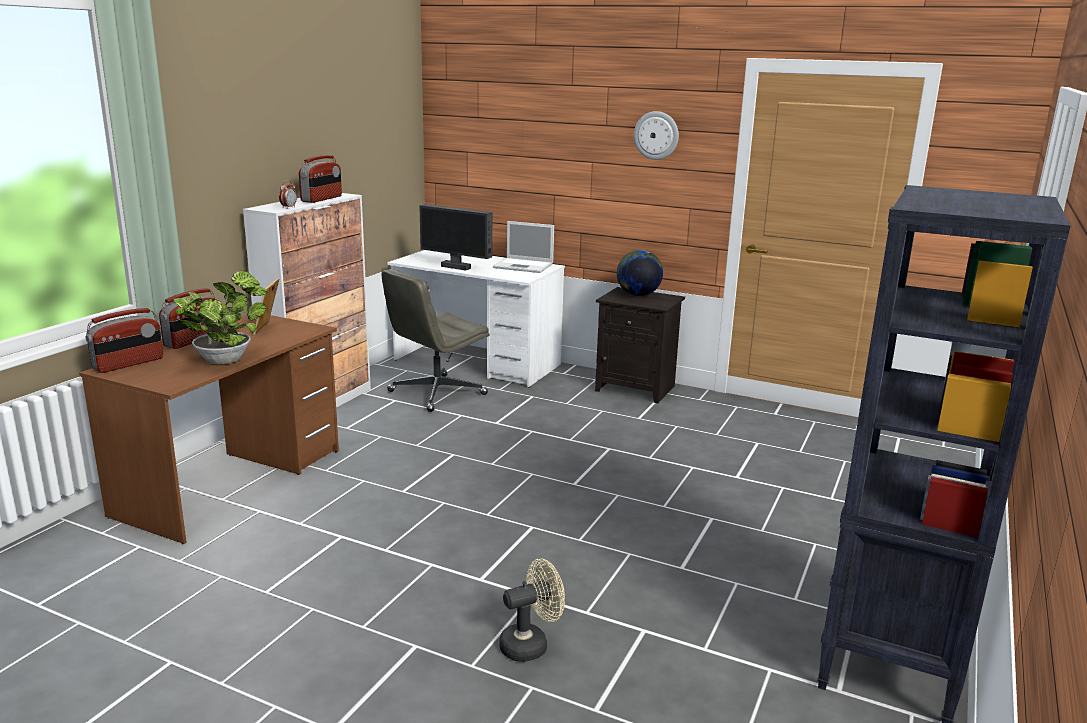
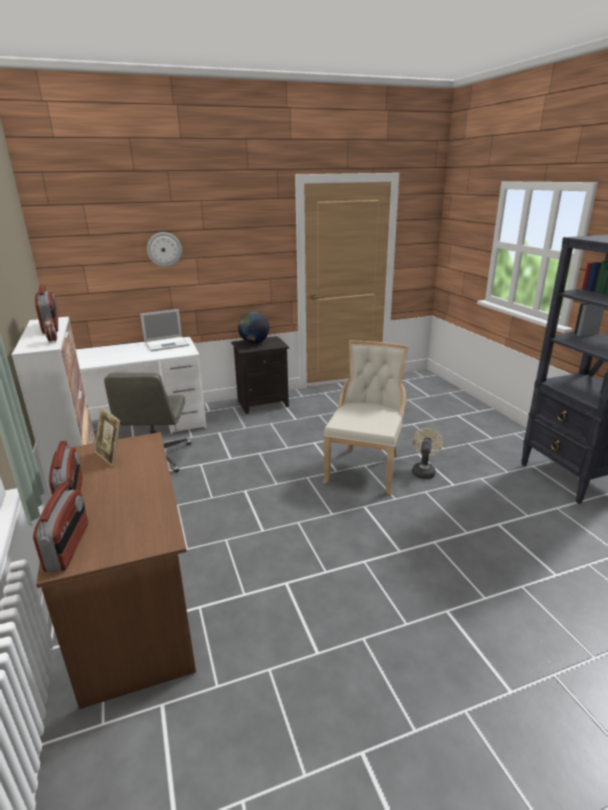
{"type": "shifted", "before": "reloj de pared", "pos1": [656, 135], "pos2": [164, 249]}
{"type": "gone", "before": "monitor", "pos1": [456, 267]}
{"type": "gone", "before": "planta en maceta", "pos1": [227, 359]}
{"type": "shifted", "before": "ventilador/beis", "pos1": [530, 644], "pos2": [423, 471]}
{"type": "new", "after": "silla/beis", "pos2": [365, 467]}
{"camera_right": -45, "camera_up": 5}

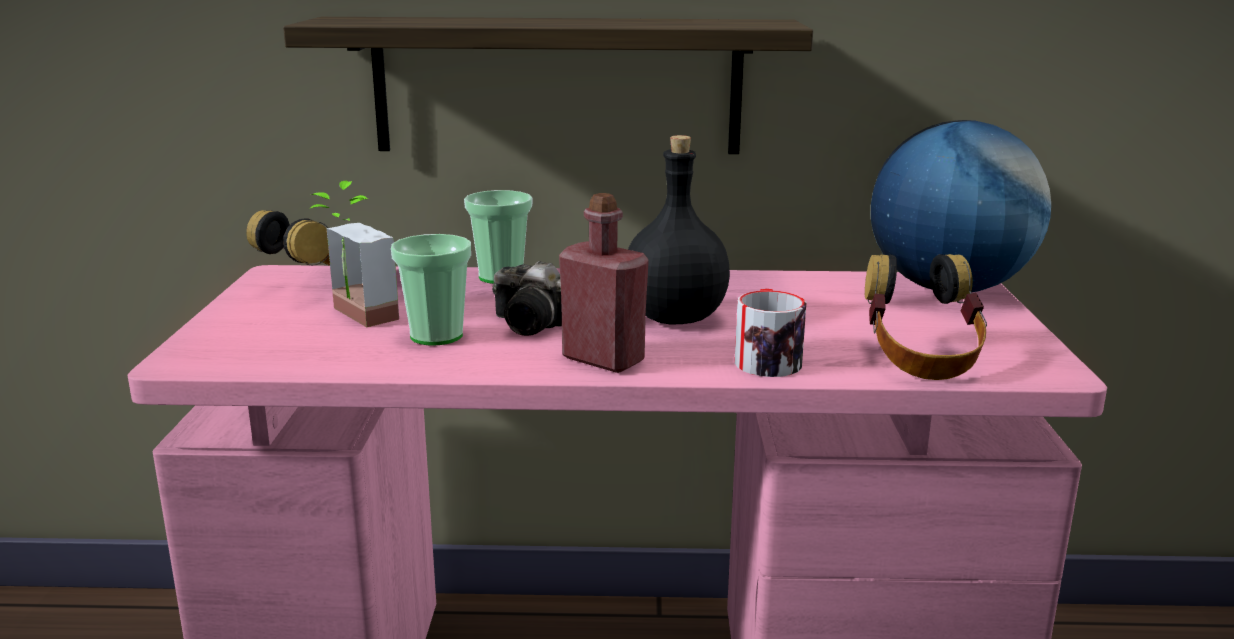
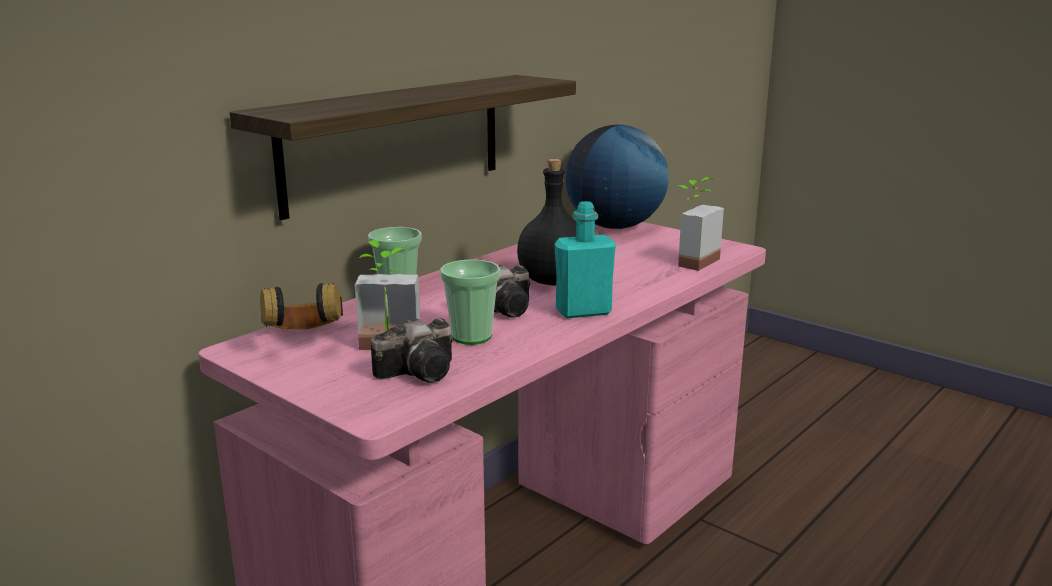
{"type": "repainted", "before": "botella/rojo", "after": "botella/turquesa", "pos1": [603, 359], "pos2": [583, 311]}
{"type": "swapped", "before": "auriculares", "after": "planta en maceta", "pos1": [920, 360], "pos2": [690, 261]}
{"type": "gone", "before": "taza grande", "pos1": [767, 358]}
{"type": "new", "after": "cámara", "pos2": [422, 372]}
{"camera_right": -50, "camera_up": 0}

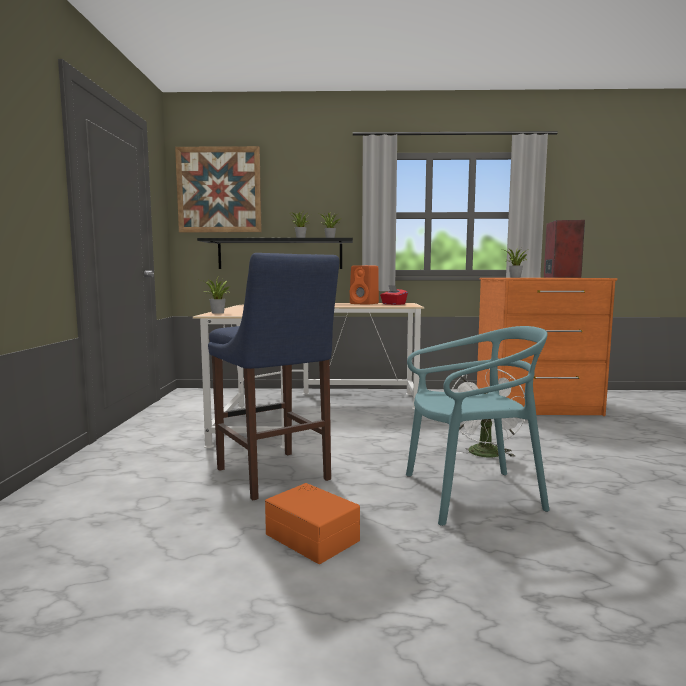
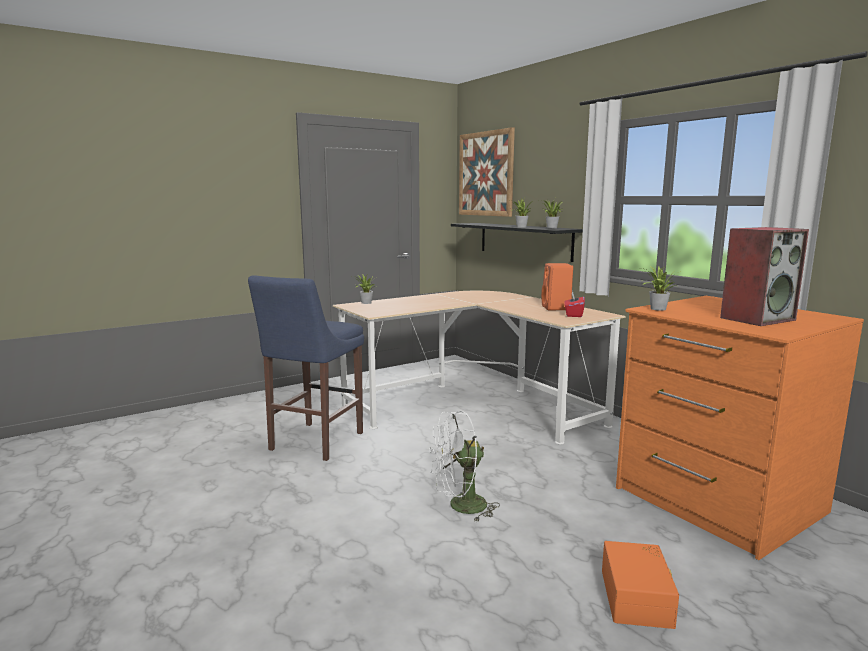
{"type": "gone", "before": "silla/turquesa", "pos1": [471, 494]}
{"type": "shifted", "before": "caja de almacenaje/naranja", "pos1": [313, 536], "pos2": [638, 597]}
{"camera_right": 55, "camera_up": 5}

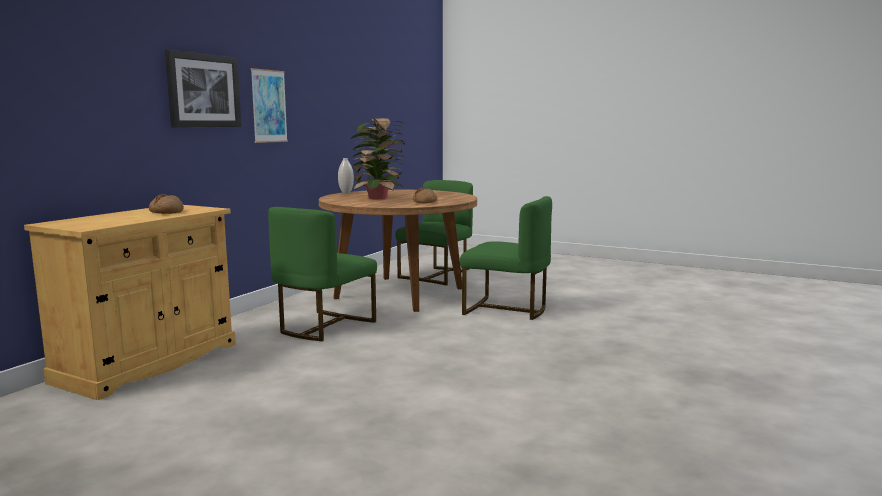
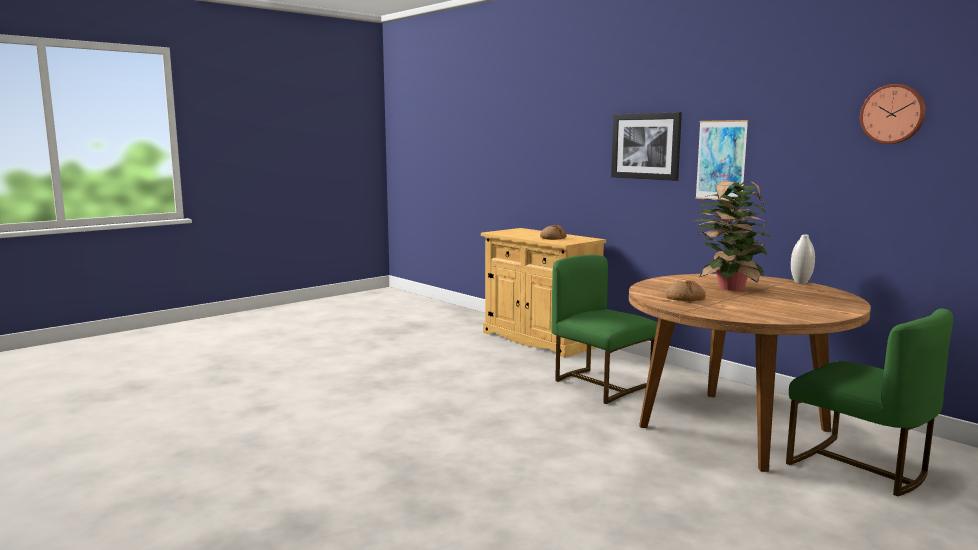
{"type": "gone", "before": "silla/verde", "pos1": [506, 309]}
{"type": "new", "after": "reloj de pared", "pos2": [893, 114]}
{"camera_right": 110, "camera_up": 0}

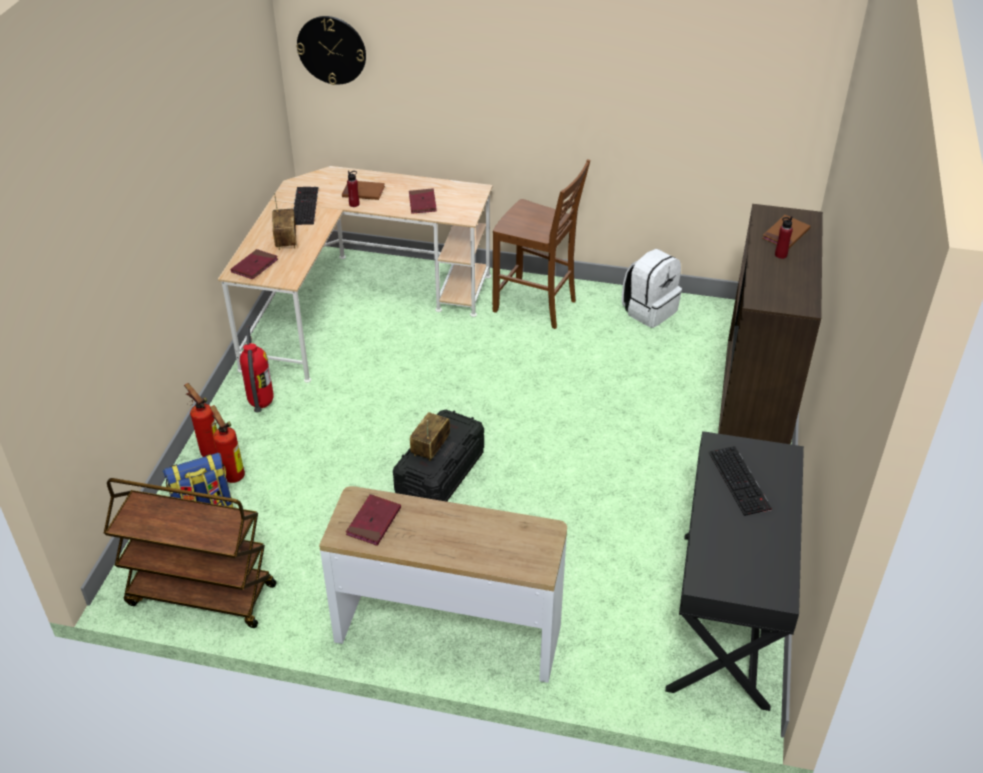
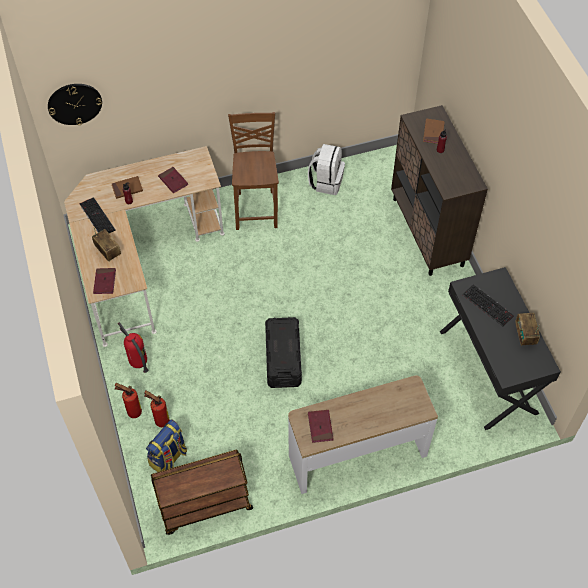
{"type": "rotated", "before": "silla/marrón", "pos1": [536, 306], "pos2": [256, 209], "turn": -90}
{"type": "shifted", "before": "radio", "pos1": [430, 447], "pos2": [525, 335]}
{"camera_right": -30, "camera_up": 15}

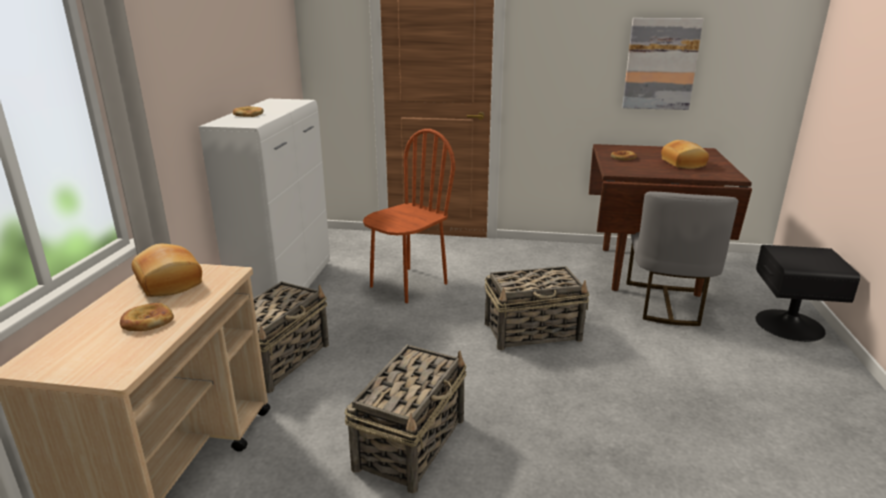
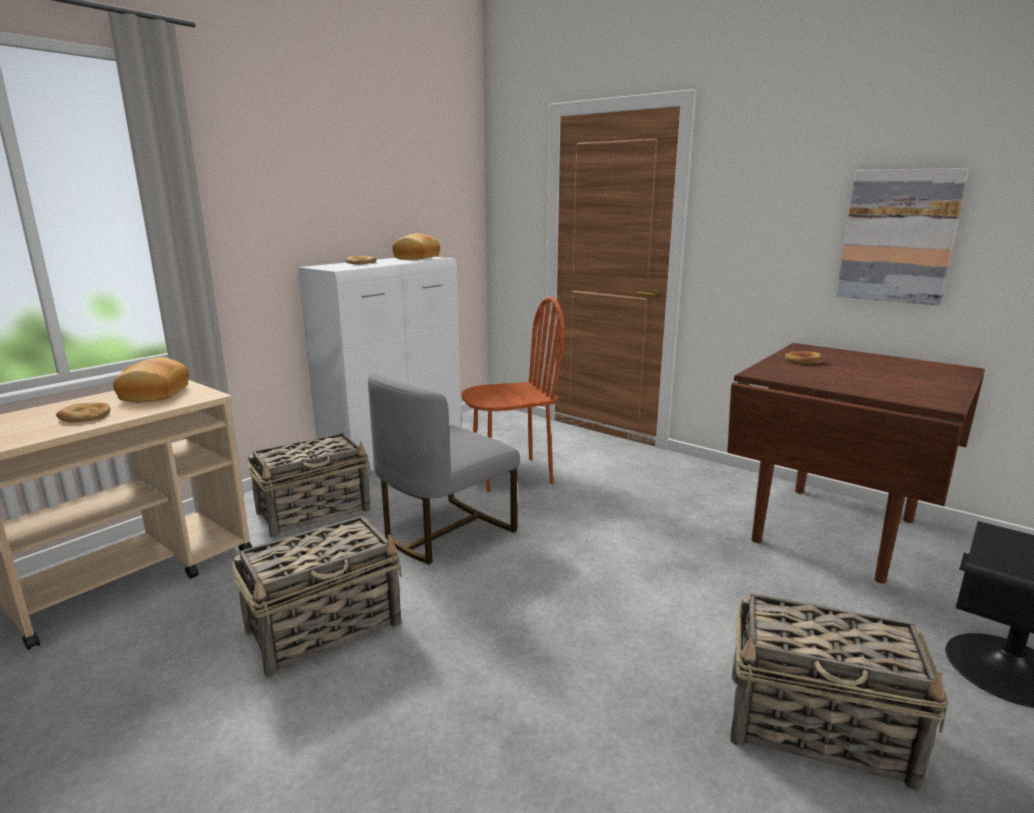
{"type": "shifted", "before": "pan", "pos1": [684, 163], "pos2": [418, 258]}
{"type": "shifted", "before": "silla/gris", "pos1": [666, 304], "pos2": [445, 532]}
{"type": "shifted", "before": "cesta", "pos1": [533, 332], "pos2": [819, 728]}
{"camera_right": 30, "camera_up": -5}

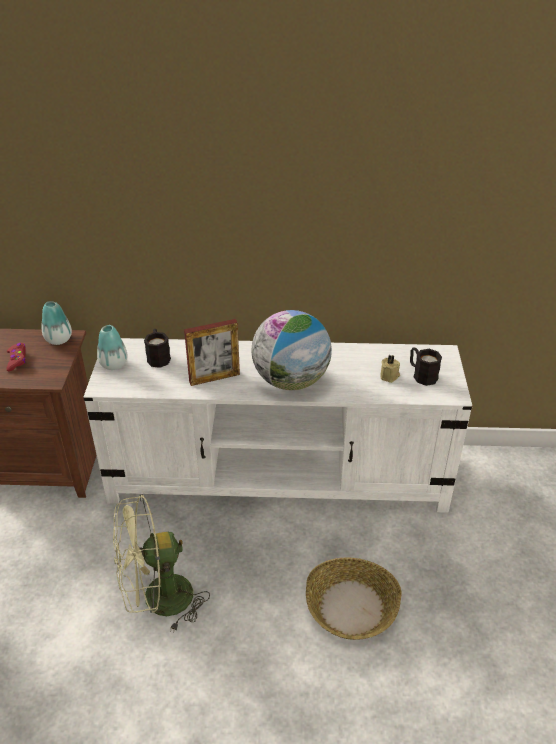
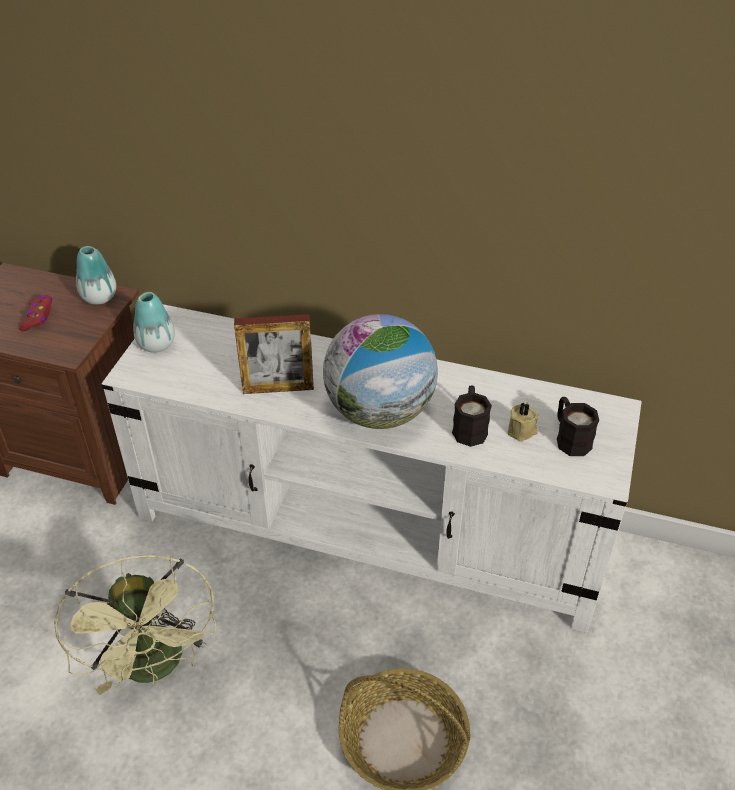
{"type": "shifted", "before": "taza grande/negro", "pos1": [158, 357], "pos2": [469, 427]}
{"type": "rotated", "before": "ventilador/verde", "pos1": [158, 601], "pos2": [156, 667], "turn": -105}
{"camera_right": 15, "camera_up": 5}

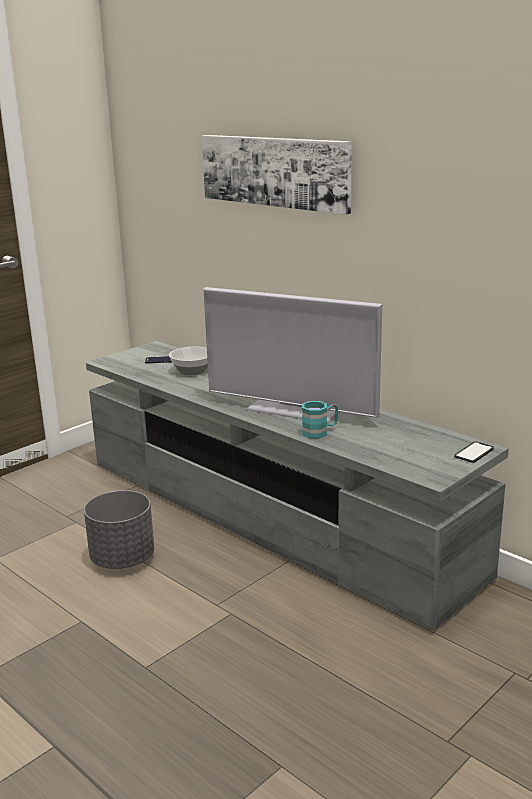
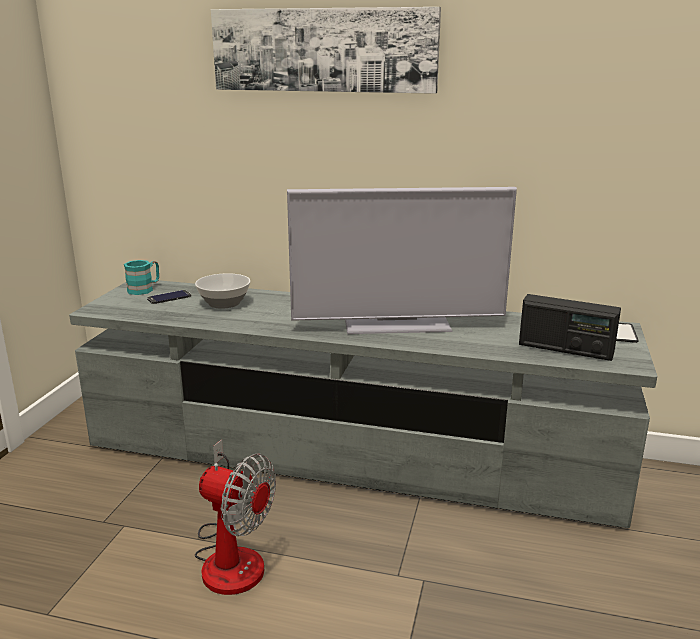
{"type": "shifted", "before": "taza grande/turquesa", "pos1": [320, 432], "pos2": [145, 289]}
{"type": "swapped", "before": "maceta/gris", "after": "ventilador", "pos1": [123, 559], "pos2": [232, 555]}
{"type": "new", "after": "radio", "pos2": [565, 349]}
{"camera_right": -30, "camera_up": 0}

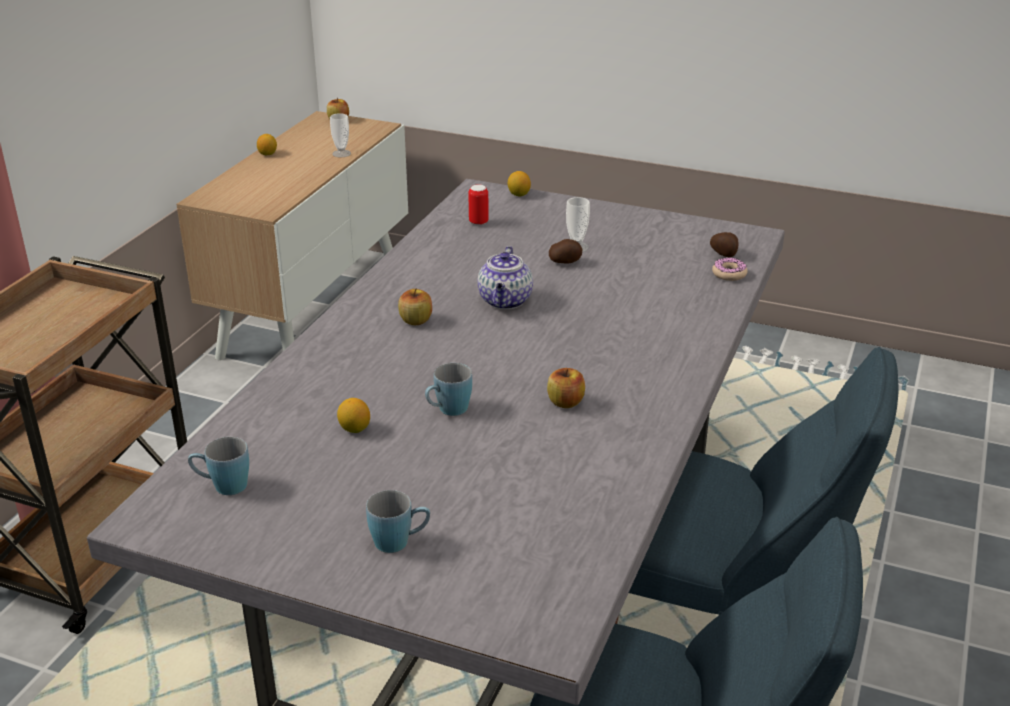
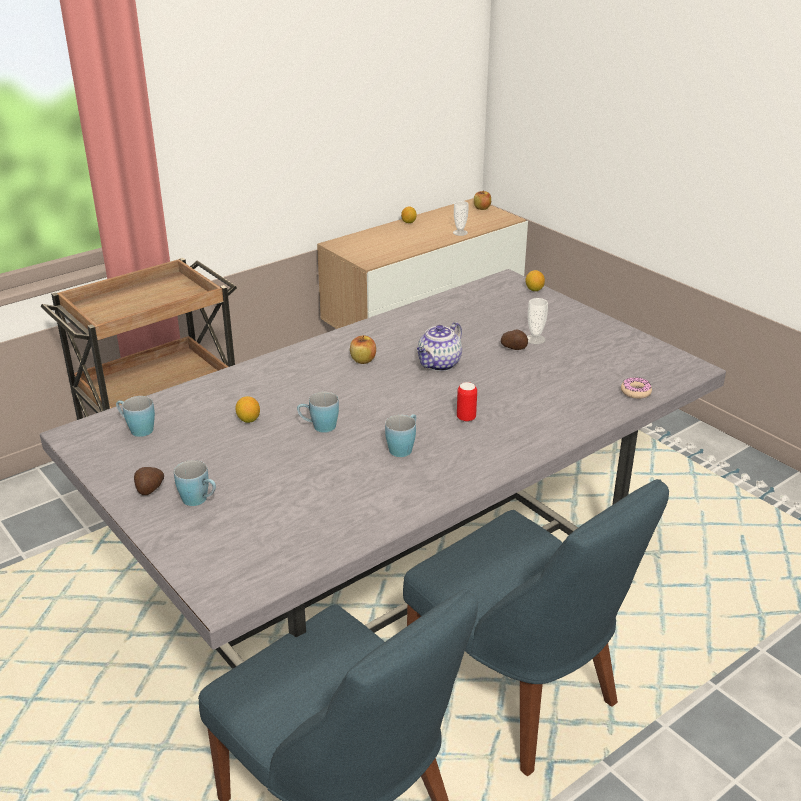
{"type": "shifted", "before": "lata", "pos1": [478, 222], "pos2": [466, 418]}
{"type": "shifted", "before": "patata", "pos1": [724, 254], "pos2": [149, 490]}
{"type": "swapped", "before": "manzana", "after": "taza grande/azul", "pos1": [565, 402], "pos2": [403, 447]}
{"camera_right": 30, "camera_up": 0}

